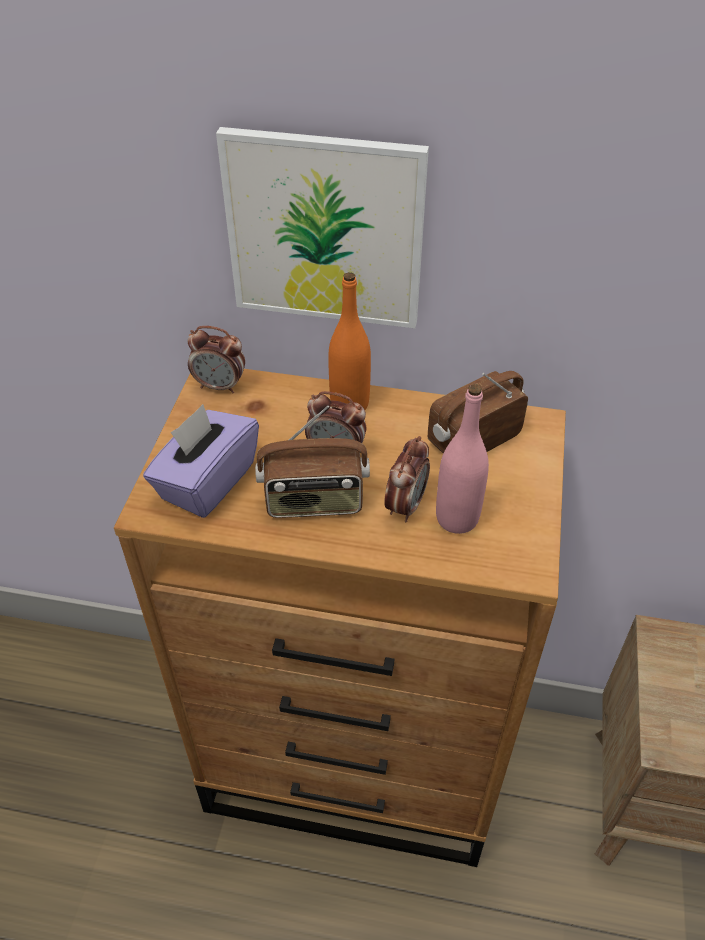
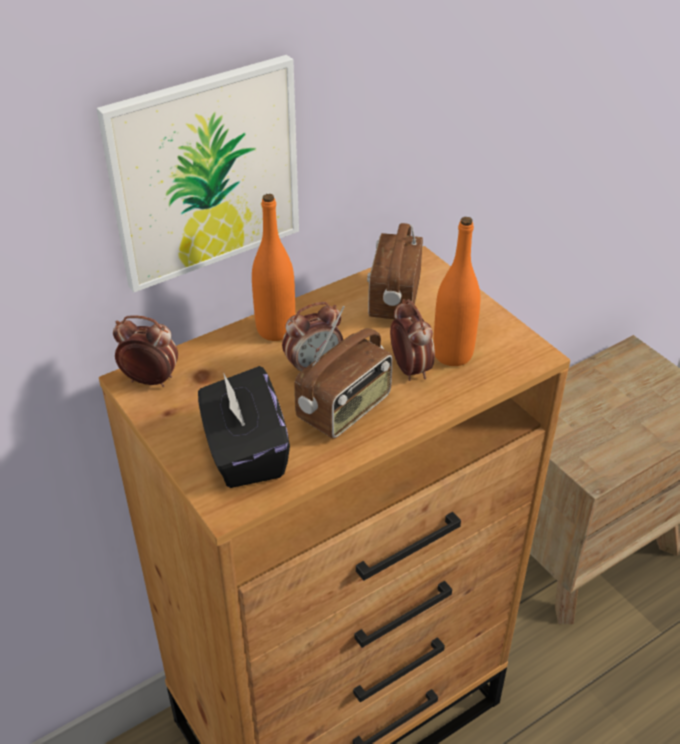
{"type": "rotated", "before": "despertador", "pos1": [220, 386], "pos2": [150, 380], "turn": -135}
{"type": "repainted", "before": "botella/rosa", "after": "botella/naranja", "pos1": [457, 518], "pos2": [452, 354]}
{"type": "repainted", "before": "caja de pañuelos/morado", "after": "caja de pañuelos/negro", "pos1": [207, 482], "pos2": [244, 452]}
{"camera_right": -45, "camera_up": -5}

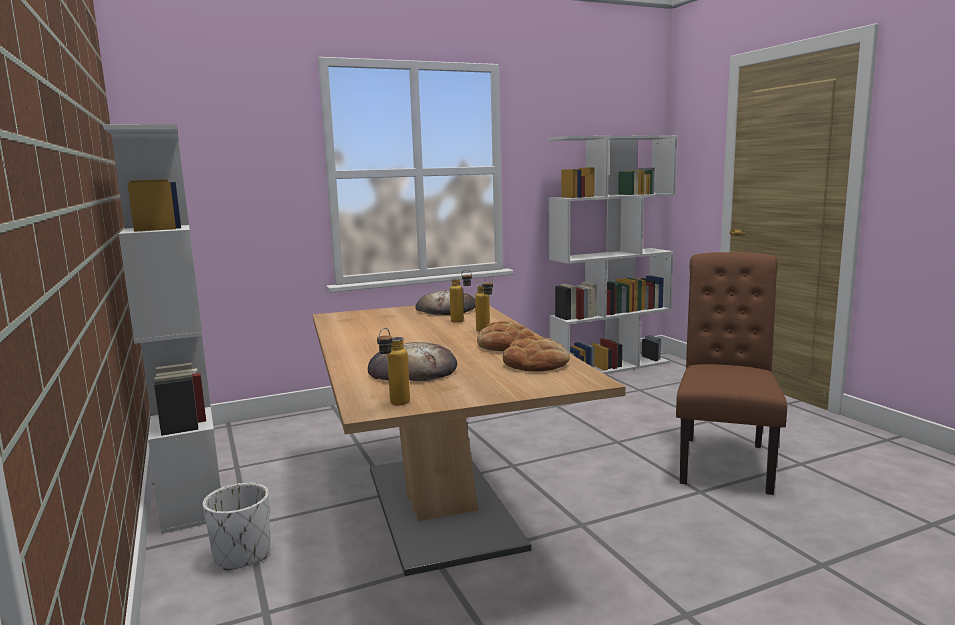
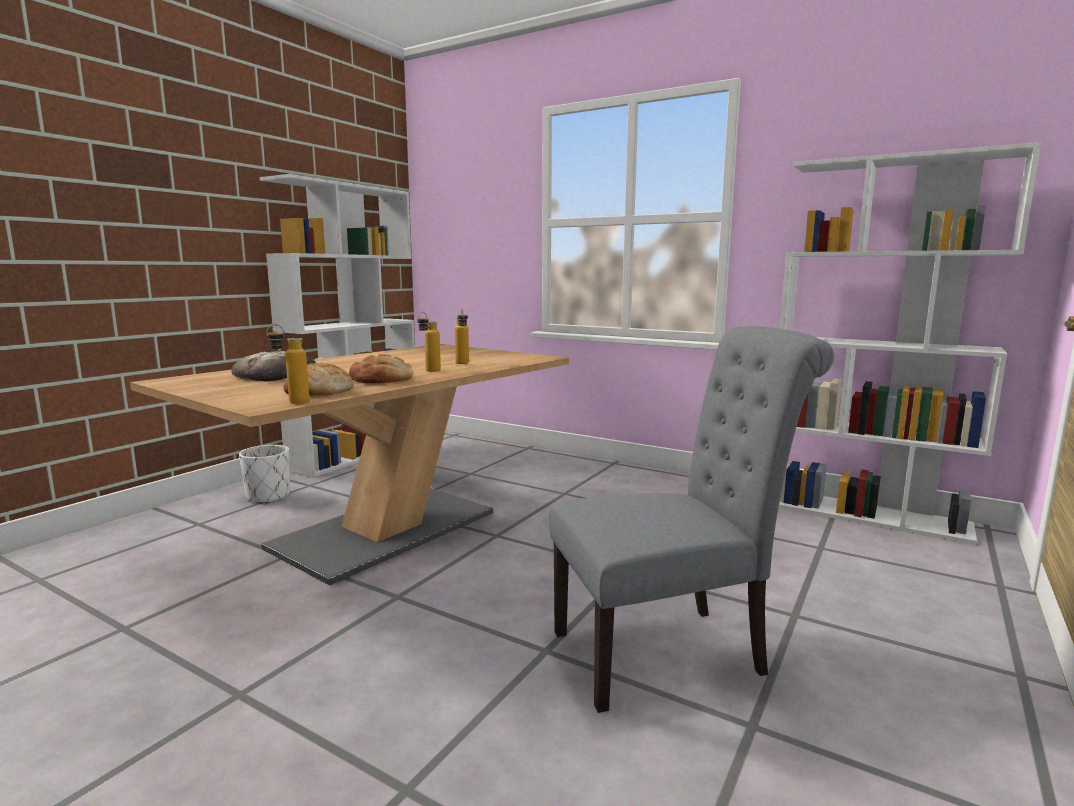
{"type": "repainted", "before": "silla/marrón", "after": "silla/gris", "pos1": [724, 460], "pos2": [670, 651]}
{"type": "gone", "before": "pan", "pos1": [446, 309]}
{"type": "shifted", "before": "botella", "pos1": [395, 405], "pos2": [291, 402]}
{"camera_right": 55, "camera_up": 0}

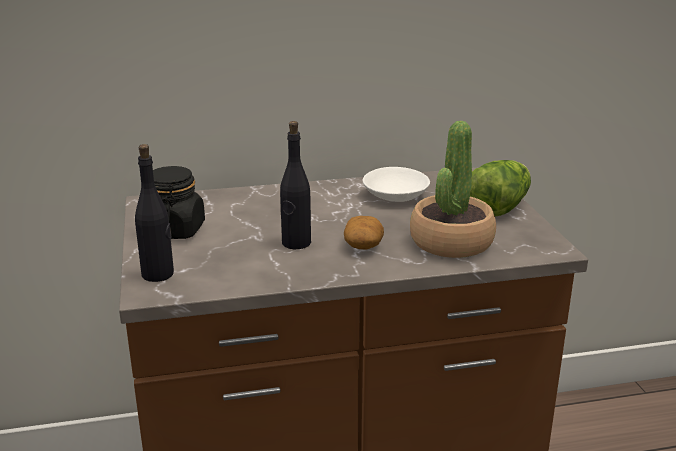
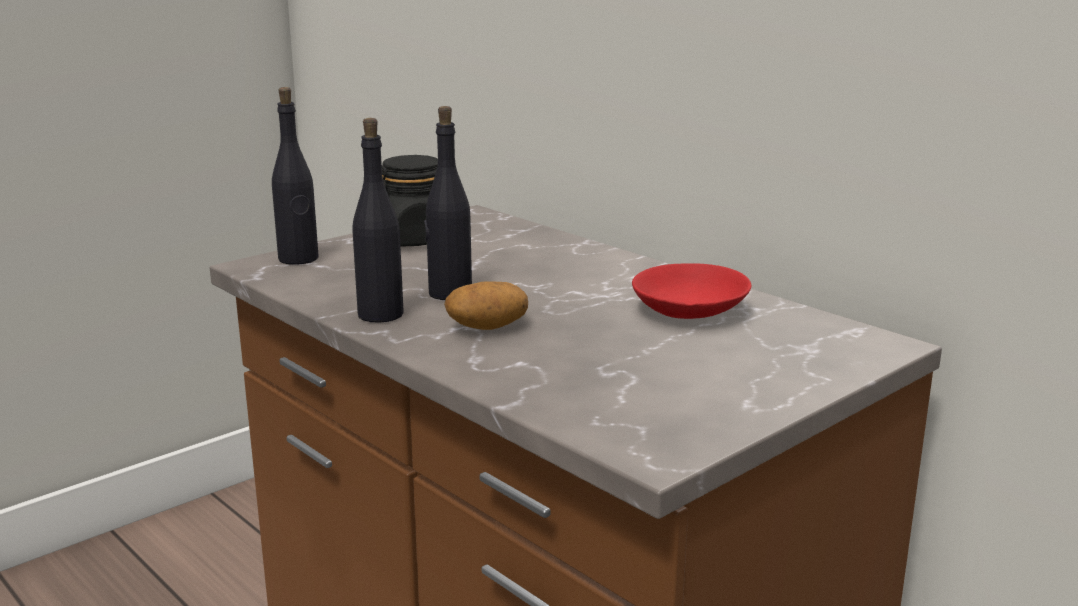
{"type": "gone", "before": "planta en maceta", "pos1": [451, 242]}
{"type": "gone", "before": "lechuga", "pos1": [498, 206]}
{"type": "repainted", "before": "cuenco/blanco", "after": "cuenco/rojo", "pos1": [396, 196], "pos2": [688, 311]}
{"type": "new", "after": "botella/negro", "pos2": [380, 314]}
{"camera_right": 60, "camera_up": -5}

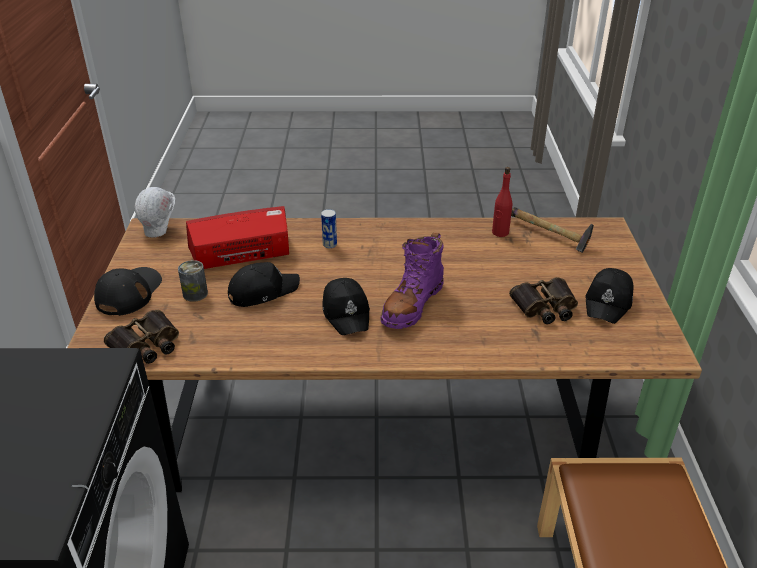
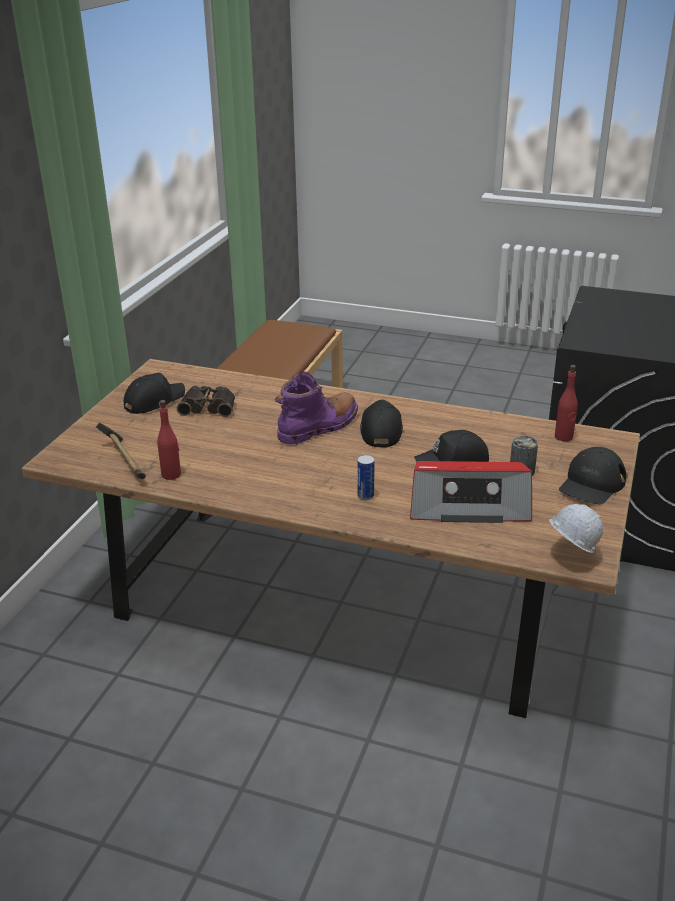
{"type": "swapped", "before": "prismáticos", "after": "botella/rojo", "pos1": [147, 345], "pos2": [564, 437]}
{"camera_right": -160, "camera_up": -5}

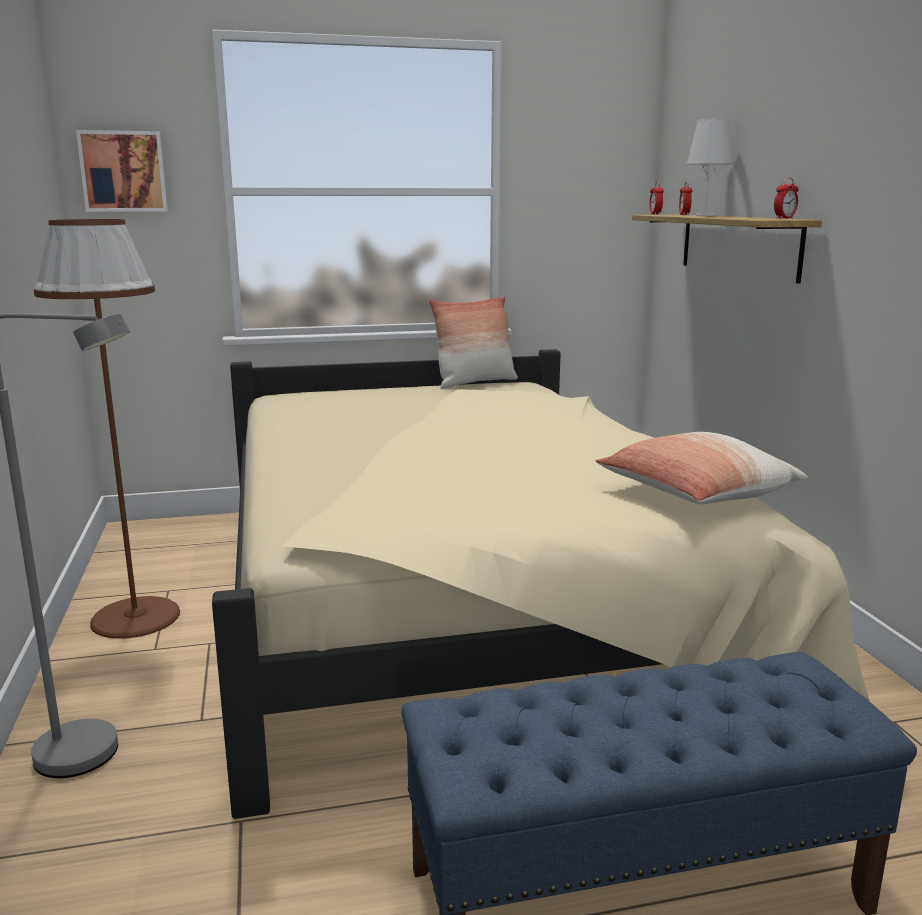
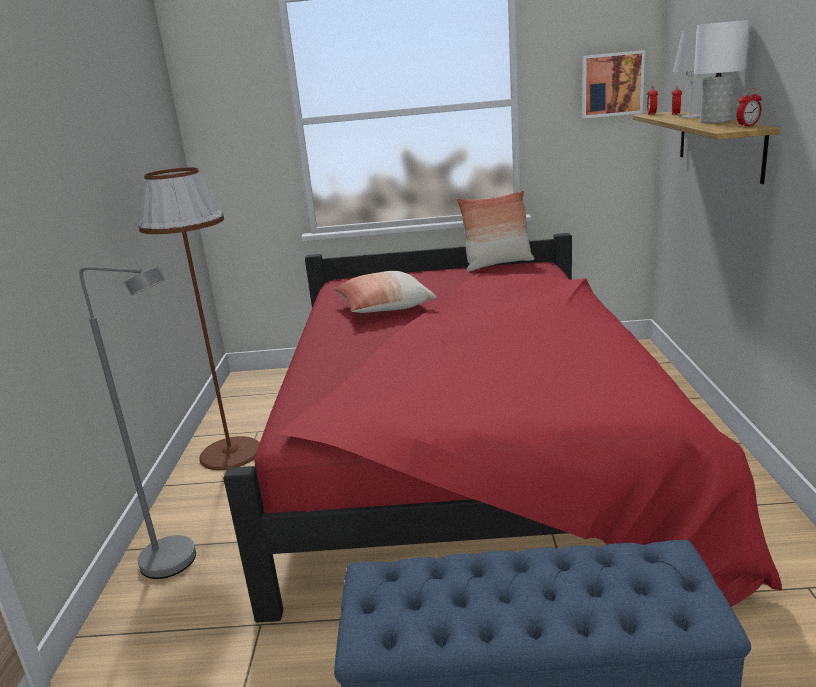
{"type": "shifted", "before": "cuadro", "pos1": [123, 171], "pos2": [611, 84]}
{"type": "repainted", "before": "cama/beis", "after": "cama/rojo", "pos1": [470, 608], "pos2": [473, 457]}
{"type": "shifted", "before": "cojín", "pos1": [695, 496], "pos2": [383, 308]}
{"type": "new", "after": "lámpara de mesa/blanco", "pos2": [714, 121]}
{"camera_right": 15, "camera_up": 5}

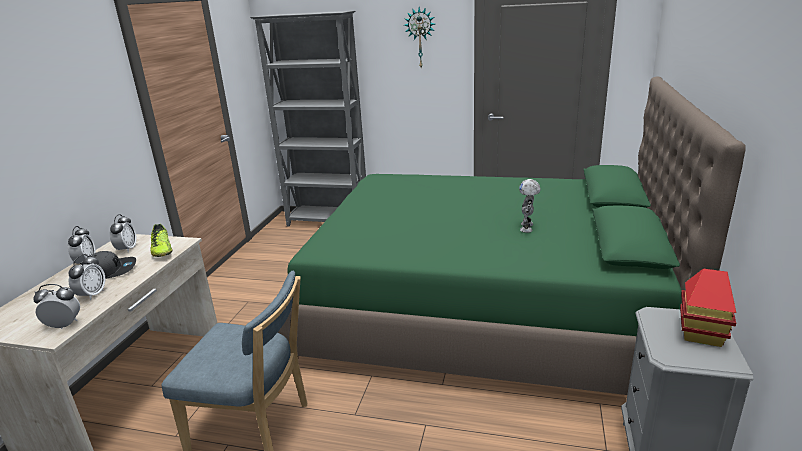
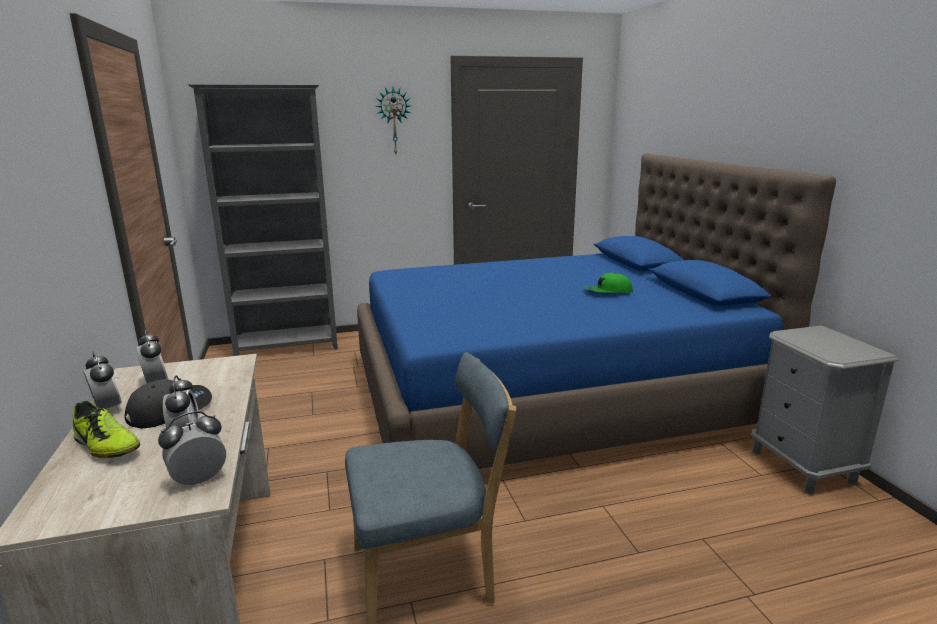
{"type": "repainted", "before": "cama/verde", "after": "cama/azul", "pos1": [483, 310], "pos2": [548, 395]}
{"type": "swapped", "before": "robot de juguete", "after": "gorra/verde", "pos1": [527, 228], "pos2": [608, 292]}
{"type": "shifted", "before": "zapato", "pos1": [162, 250], "pos2": [106, 446]}
{"type": "gone", "before": "casita", "pos1": [701, 333]}
{"camera_right": -30, "camera_up": -5}

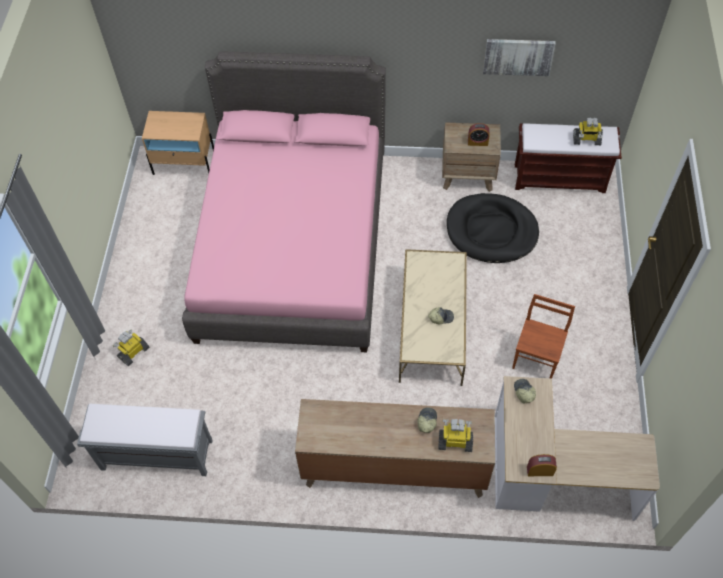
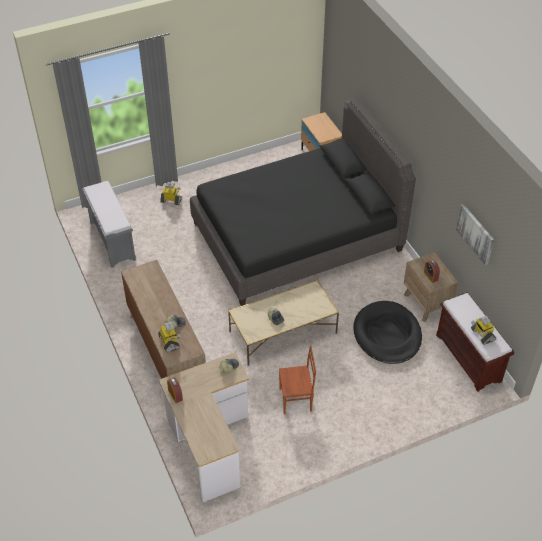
{"type": "repainted", "before": "cama/rosa", "after": "cama/negro", "pos1": [292, 245], "pos2": [296, 236]}
{"camera_right": 60, "camera_up": -10}

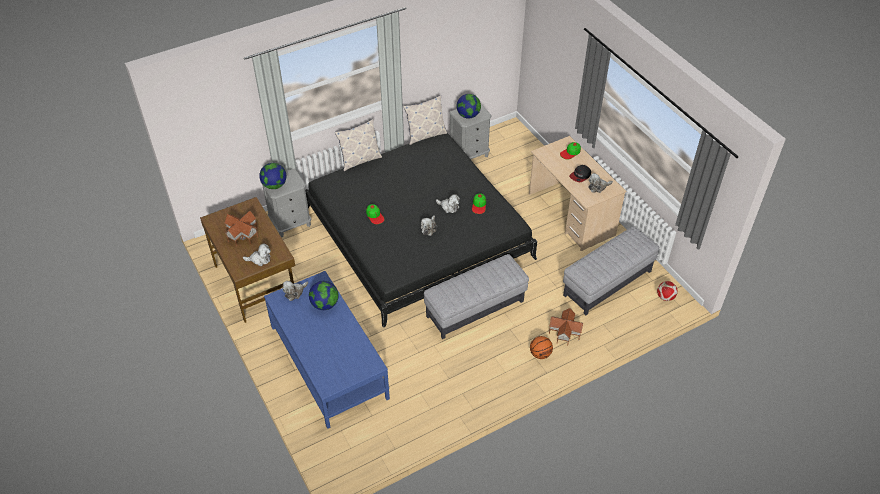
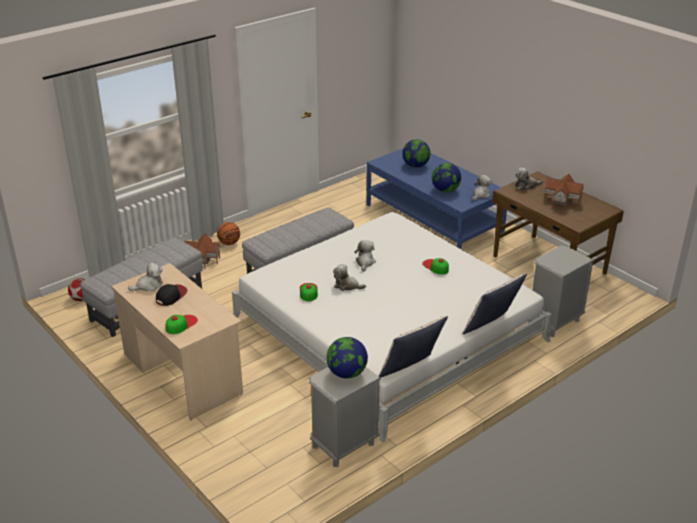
{"type": "repainted", "before": "cama/negro", "after": "cama/blanco", "pos1": [417, 233], "pos2": [388, 329]}
{"type": "shifted", "before": "globo terráqueo", "pos1": [274, 185], "pos2": [415, 166]}
{"camera_right": 170, "camera_up": -15}

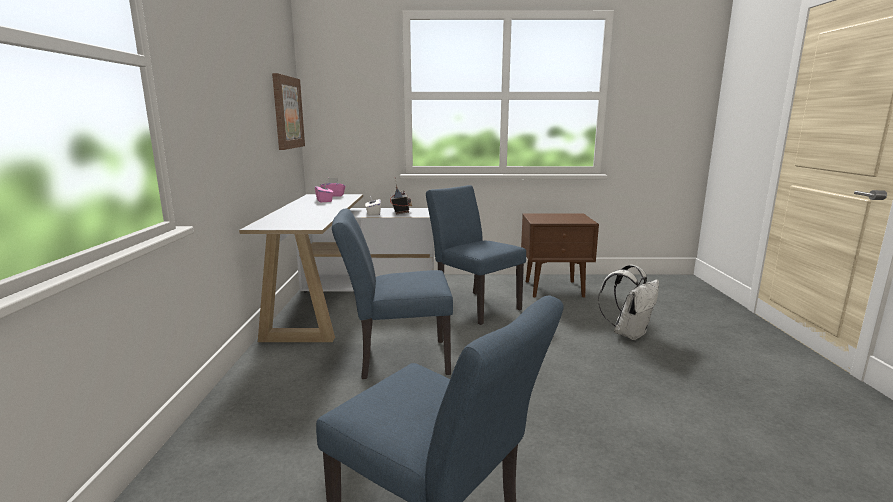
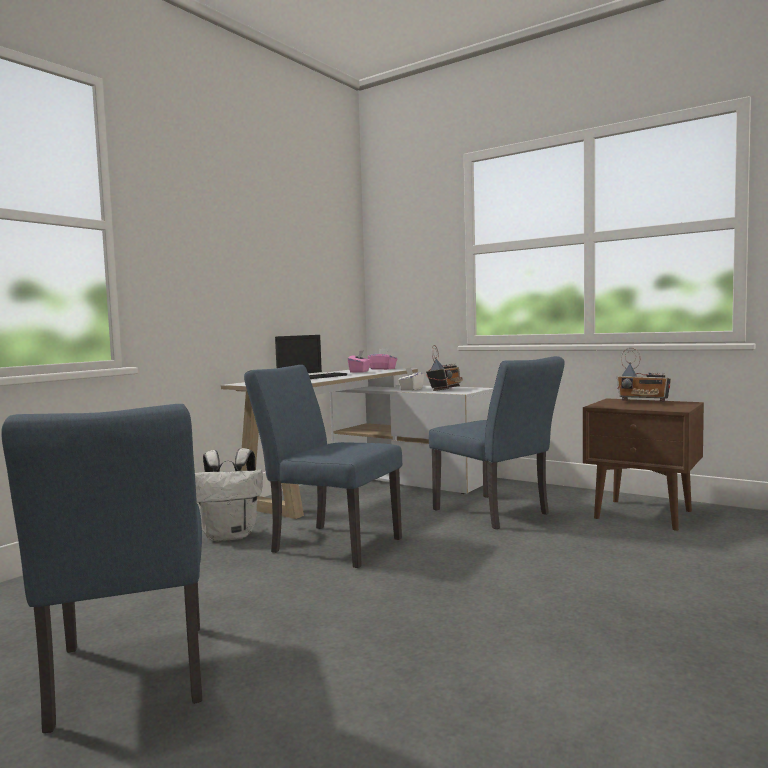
{"type": "gone", "before": "cuadro", "pos1": [287, 112]}
{"type": "rotated", "before": "silla/azul", "pos1": [473, 305], "pos2": [496, 513], "turn": 150}
{"type": "shifted", "before": "mochila/blanco", "pos1": [628, 333], "pos2": [231, 535]}
{"type": "new", "after": "portátil", "pos2": [312, 376]}
{"type": "new", "after": "radio", "pos2": [643, 402]}
{"camera_right": 35, "camera_up": -10}

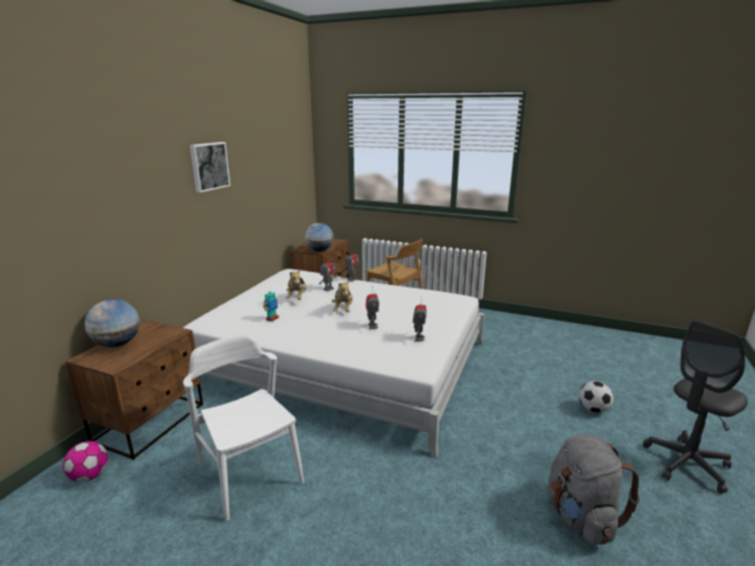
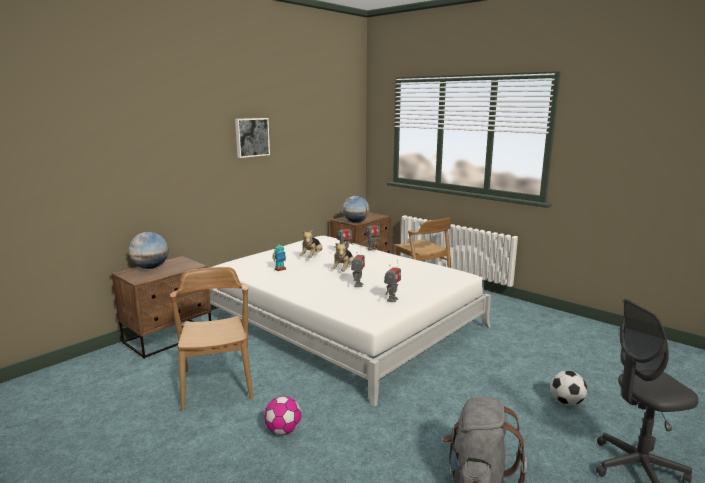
{"type": "repainted", "before": "silla/blanco", "after": "silla/marrón", "pos1": [250, 473], "pos2": [217, 384]}
{"type": "shifted", "before": "balón de fútbol", "pos1": [90, 476], "pos2": [283, 430]}
{"camera_right": 20, "camera_up": -5}

